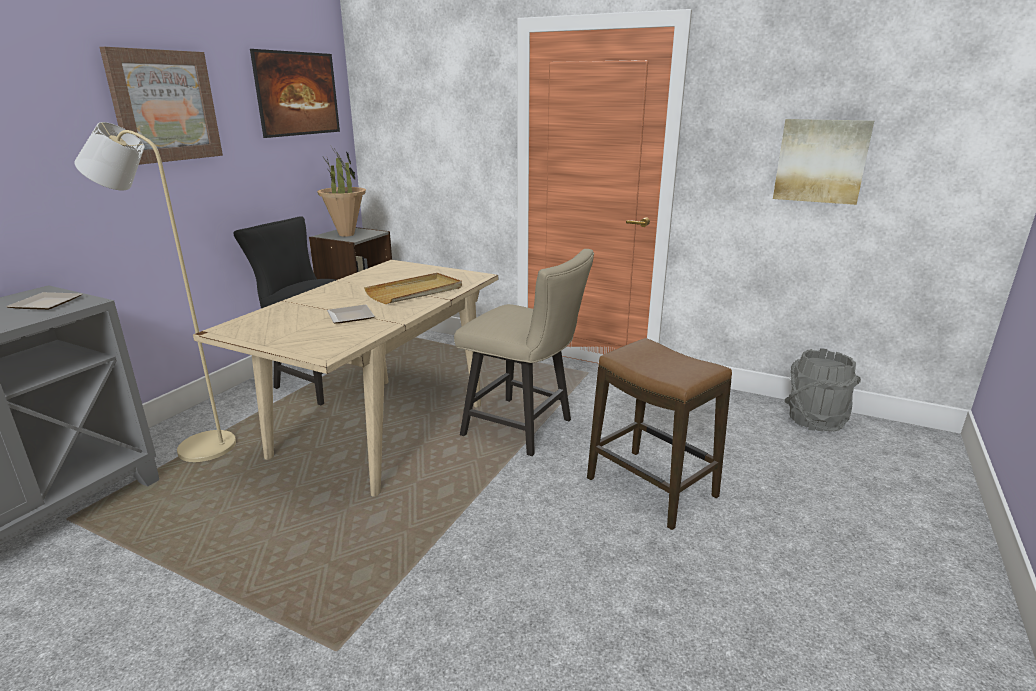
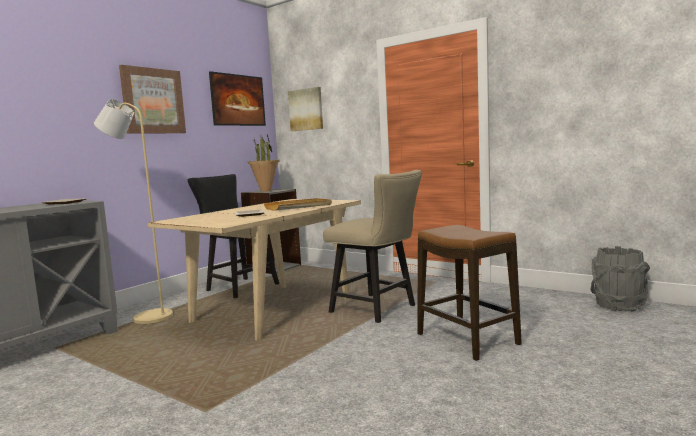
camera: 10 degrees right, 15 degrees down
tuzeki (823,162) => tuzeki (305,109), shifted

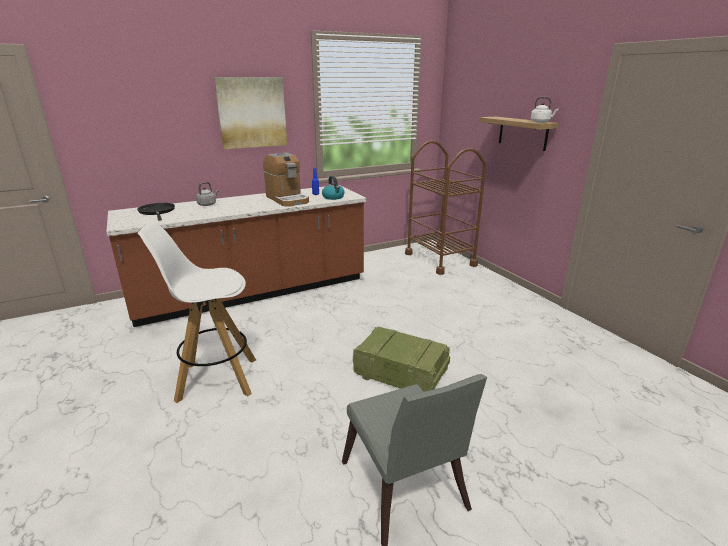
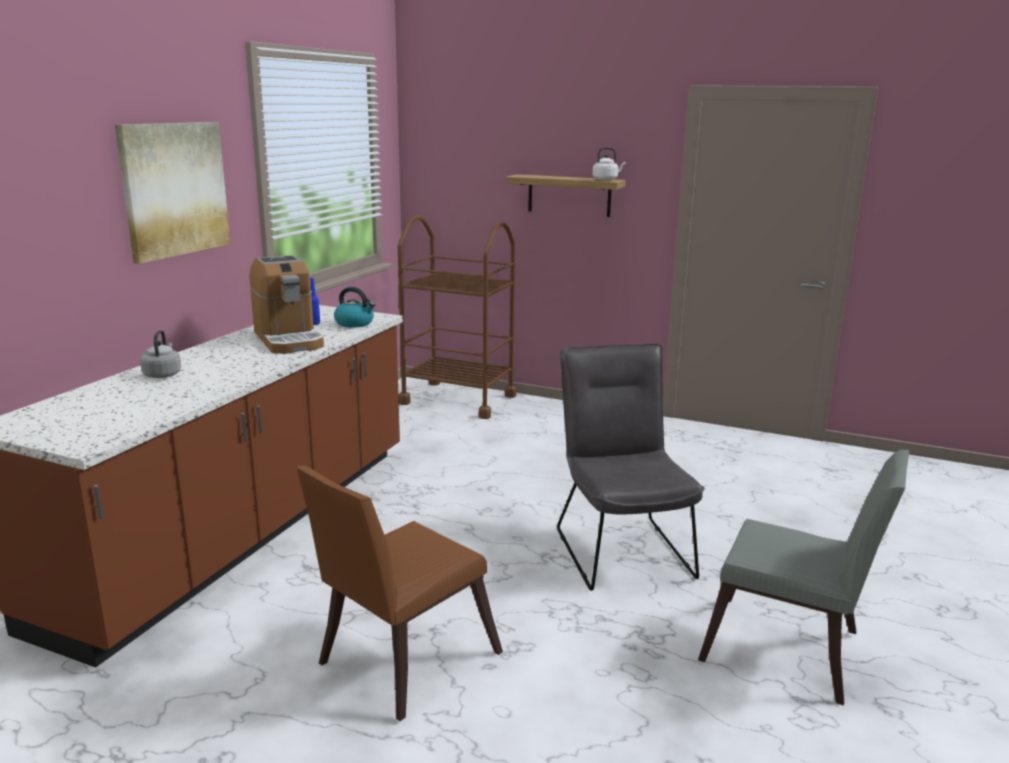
camera: 40 degrees left, 5 degrees down
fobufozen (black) (156,211) => nothing
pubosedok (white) (196,312) => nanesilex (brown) (399,593)
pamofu (286,179) => pamofu (286,304), 45 degrees clockwise
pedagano (401,359) => nanesilex (grey) (631,467)

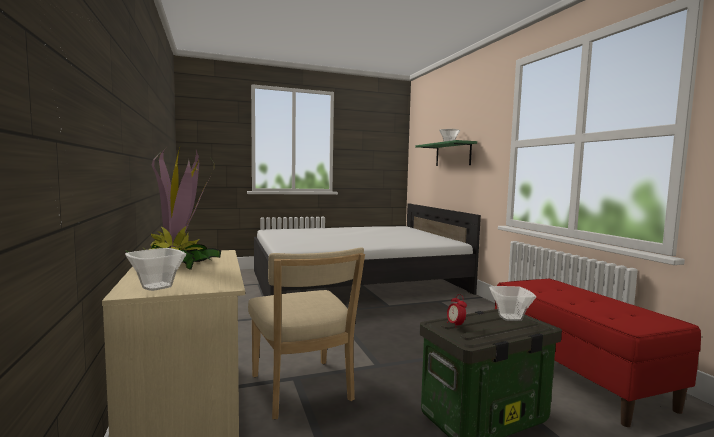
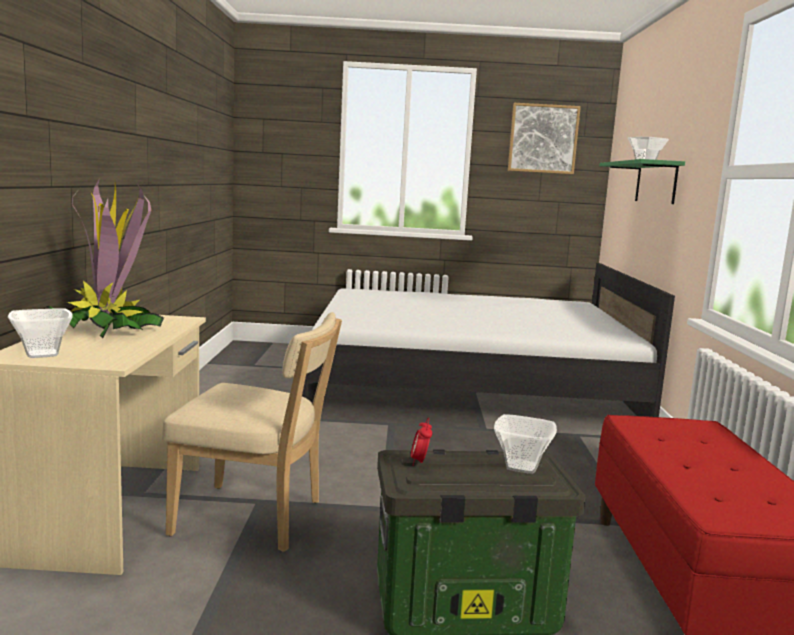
camera: 20 degrees right, 5 degrees up
nanesilex (beige) (306,333) => nanesilex (beige) (252,432), 75 degrees counterclockwise
nothing => tuzeki (544,138)

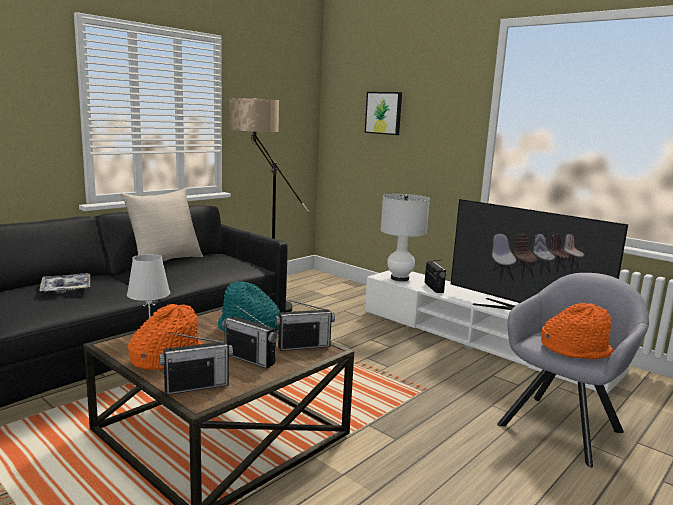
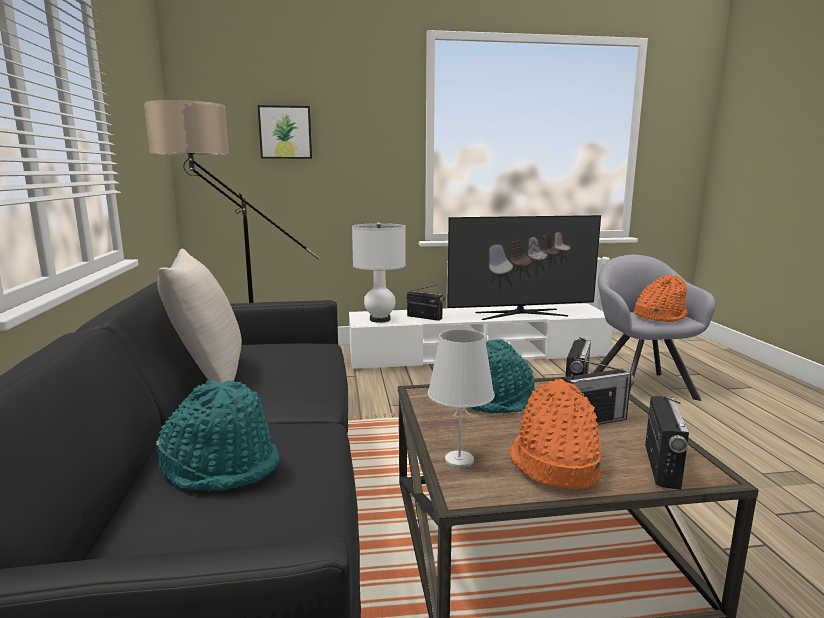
camera: 50 degrees left, 0 degrees up
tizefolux (64,283) => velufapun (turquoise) (218,435)

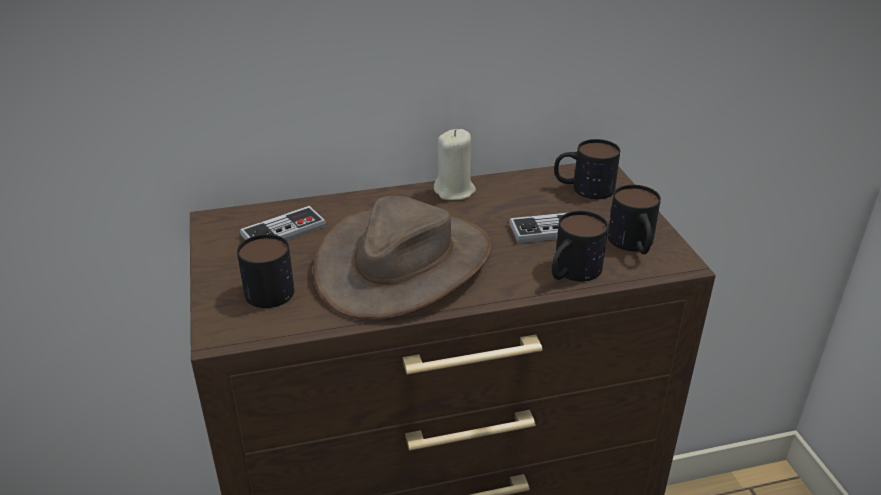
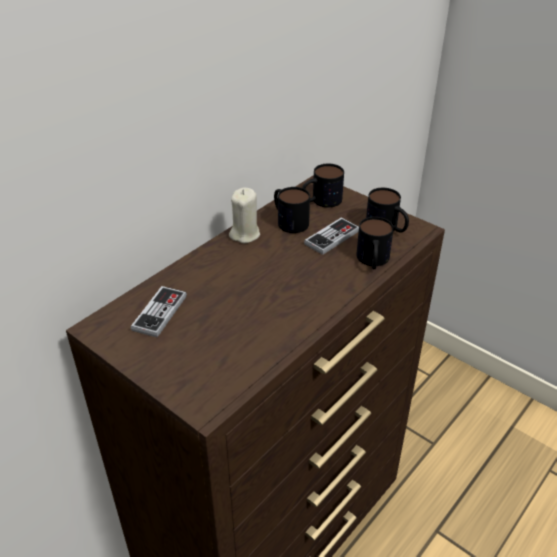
camera: 35 degrees left, 5 degrees up
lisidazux (265,270) => lisidazux (292,210), shifted
velufapun (brown) (402,258) => nothing

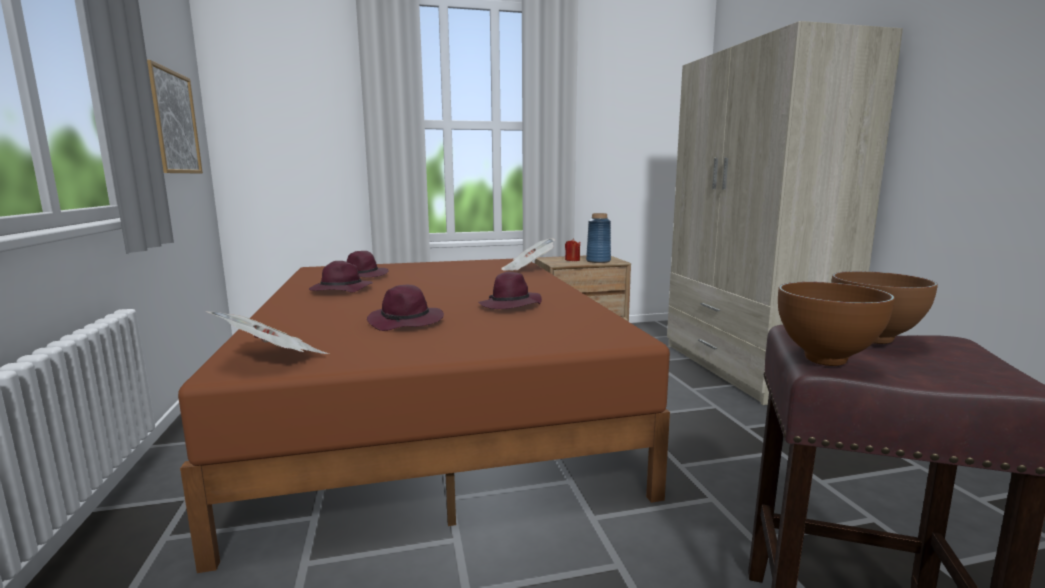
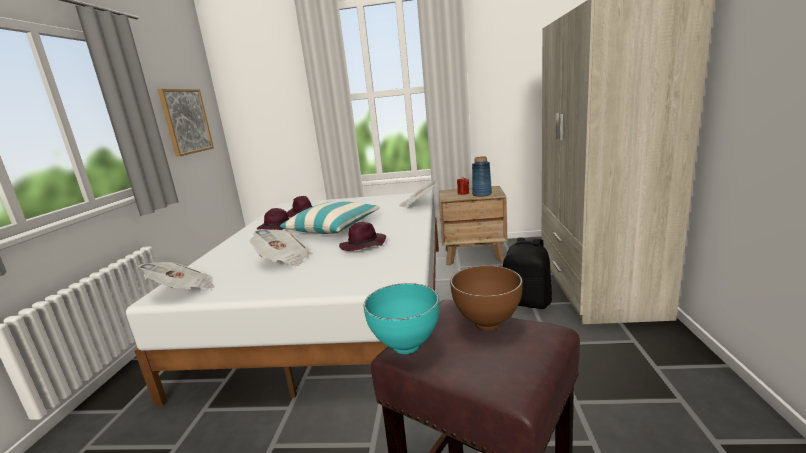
camera: 20 degrees right, 5 degrees up
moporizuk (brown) (424,416) => moporizuk (white) (282,299)
velufapun (purple) (405,308) => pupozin (280,247)
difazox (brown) (836,324) => difazox (turquoise) (401,318)
nothing => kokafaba (330,217)
nothing => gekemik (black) (527,273)

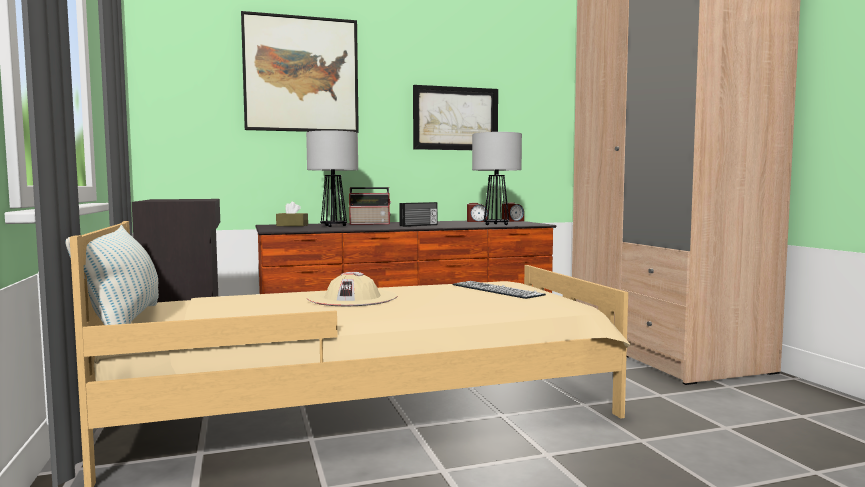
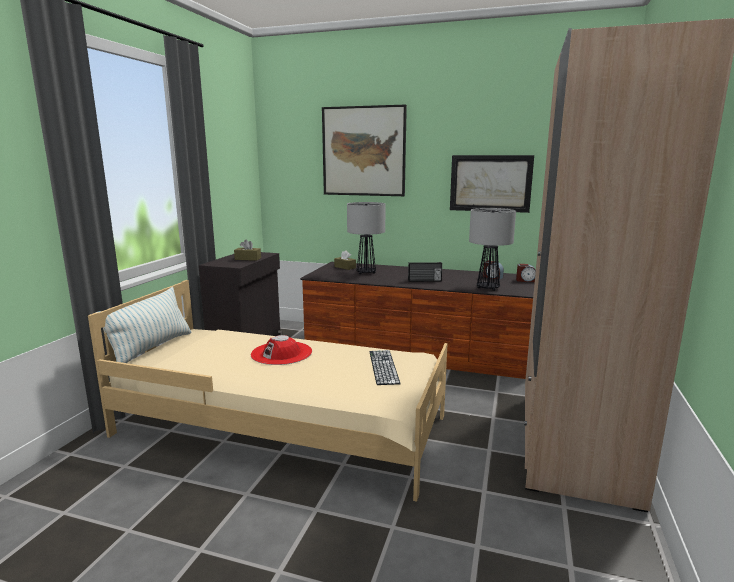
camera: 35 degrees right, 10 degrees up
velufapun (beige) (352,289) => velufapun (red) (281,350)
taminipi (370,206) => nothing
nothing => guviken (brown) (247,250)

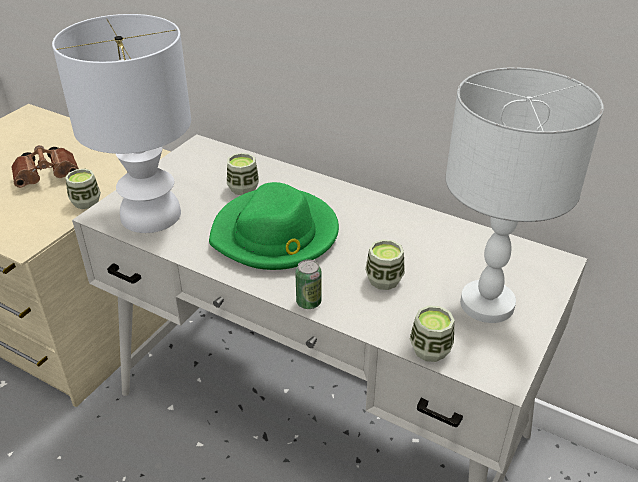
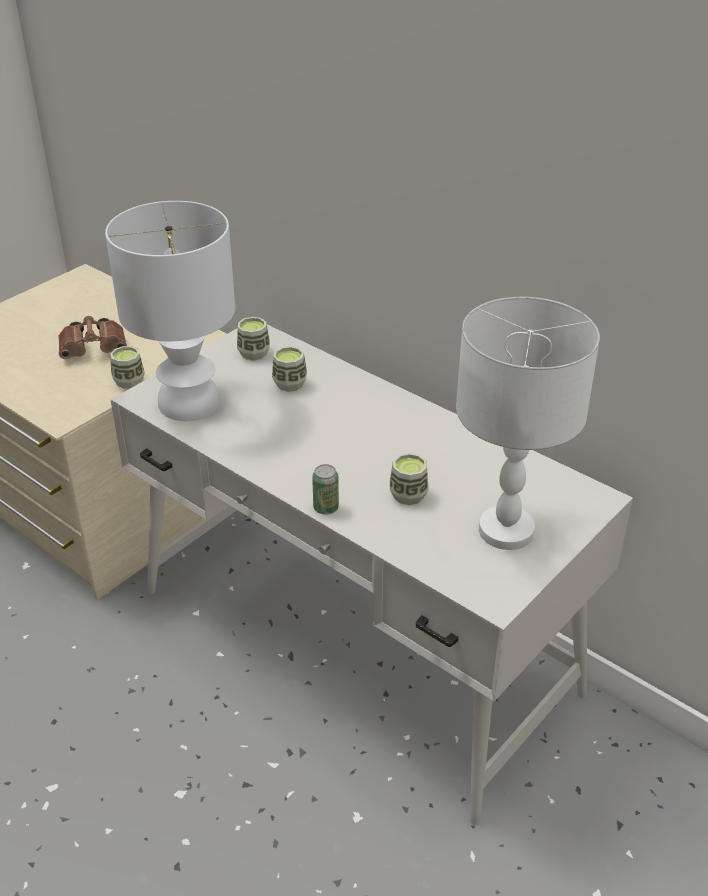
camera: 10 degrees right, 0 degrees up
velufapun (green) (274,226) => nothing
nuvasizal (432,333) => nuvasizal (253,338), shifted

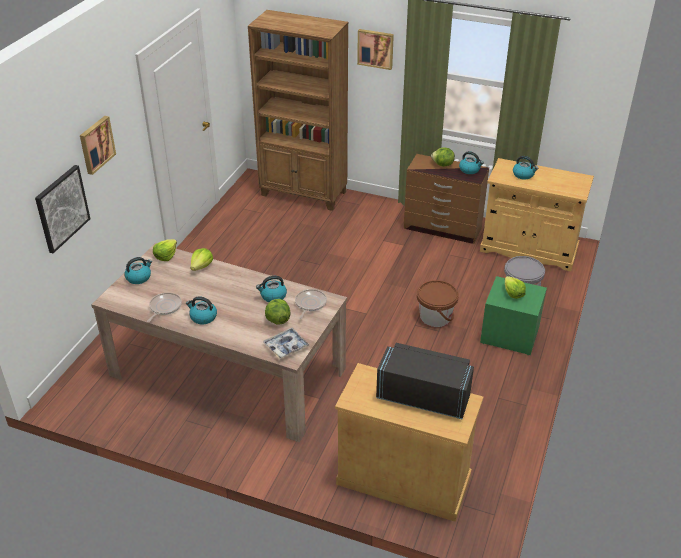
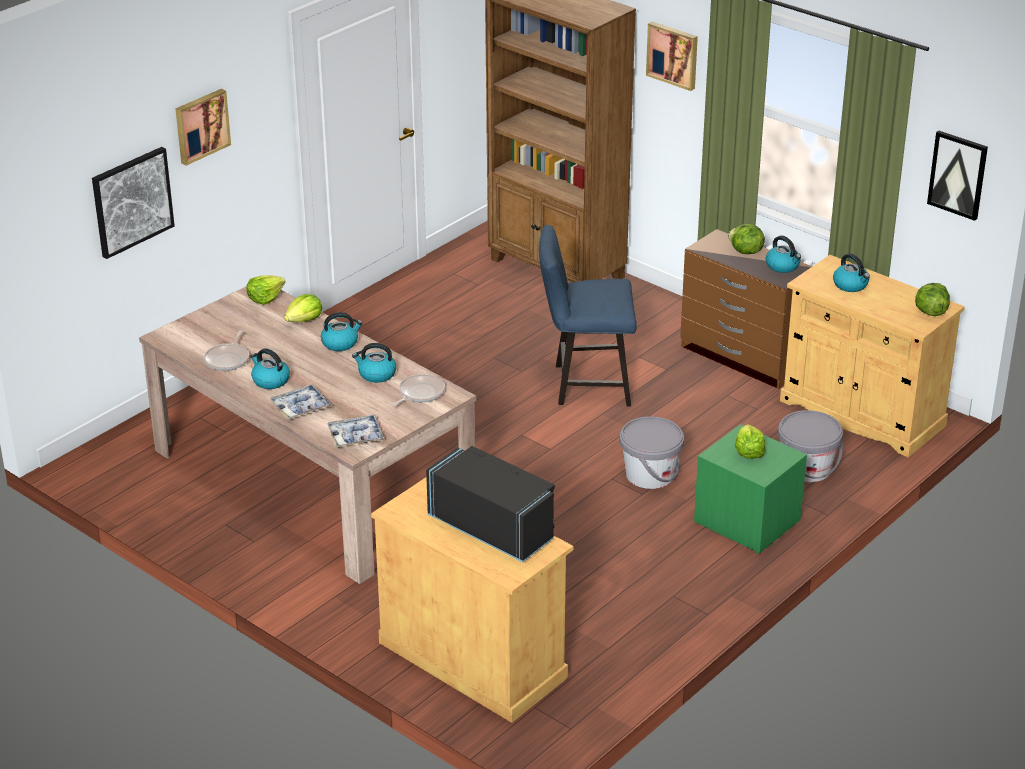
camera: 20 degrees right, 5 degrees down
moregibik (138,270) => moregibik (342,331), shifted
fobufozen (164,307) => fobufozen (226,350), 150 degrees clockwise
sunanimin (278,312) => sunanimin (932,299), shifted
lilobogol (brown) (437,303) => lilobogol (grey) (651,452)
nothing => tizefolux (301,401)
nothing => nanesilex (blue) (588,315)
nothing => tuzeki (957,176)

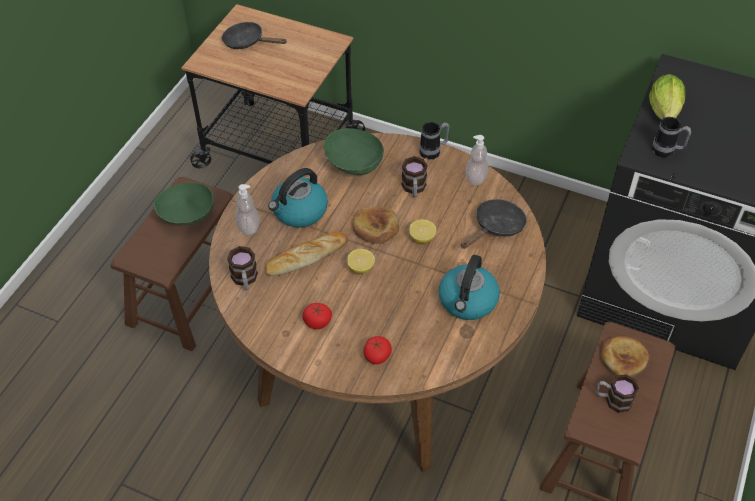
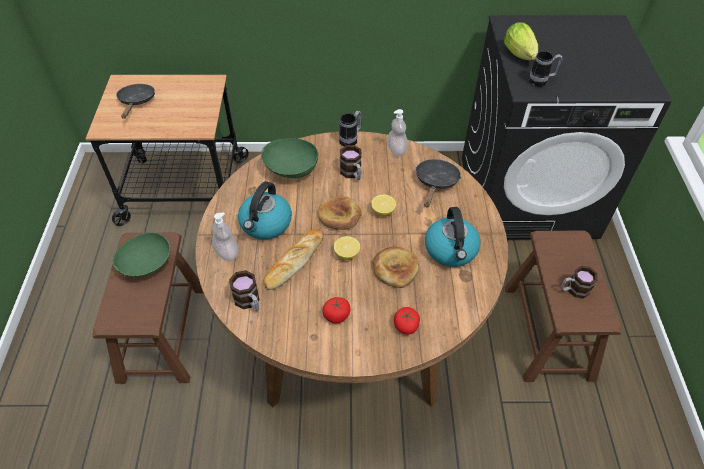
camera: 25 degrees left, 0 degrees up
fobufozen (black) (254,35) => fobufozen (black) (135,101), 90 degrees clockwise
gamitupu (624,356) => gamitupu (396,267), shifted

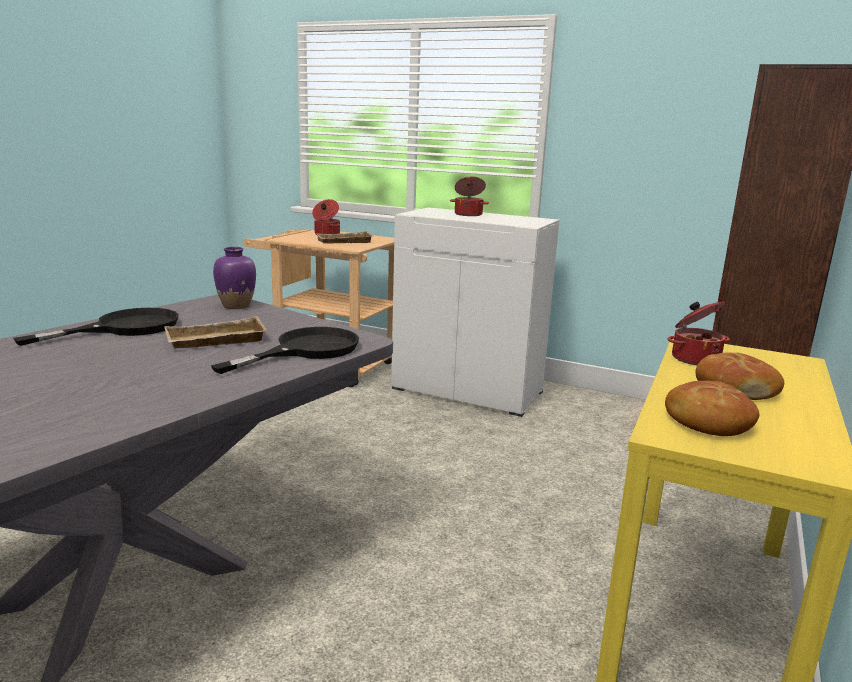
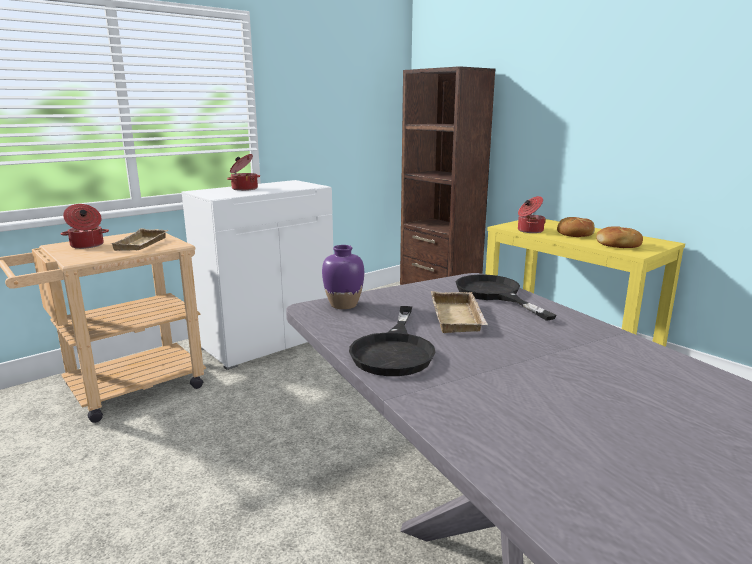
camera: 65 degrees left, 0 degrees up
fobufozen (black) (96,327) => fobufozen (black) (392,341), 150 degrees counterclockwise

